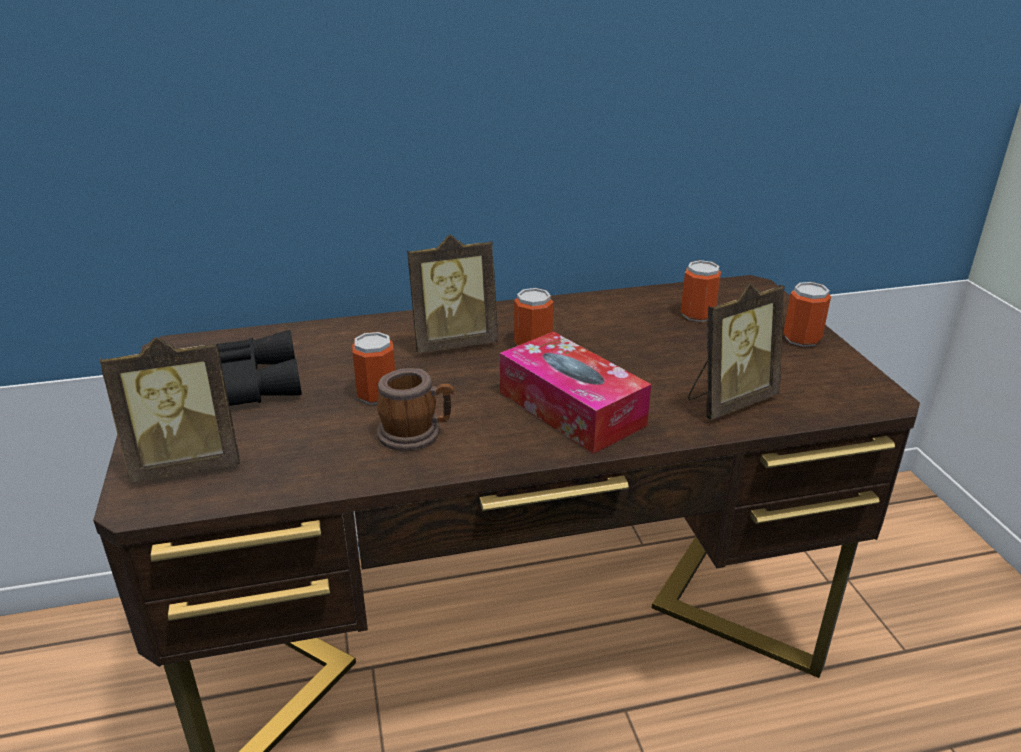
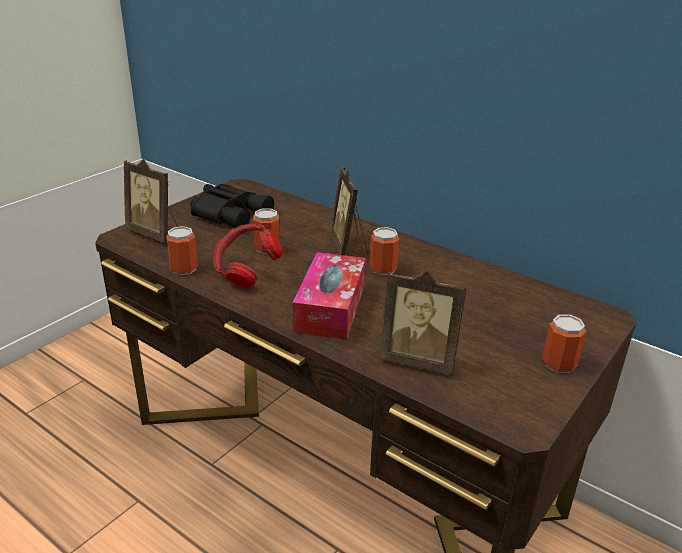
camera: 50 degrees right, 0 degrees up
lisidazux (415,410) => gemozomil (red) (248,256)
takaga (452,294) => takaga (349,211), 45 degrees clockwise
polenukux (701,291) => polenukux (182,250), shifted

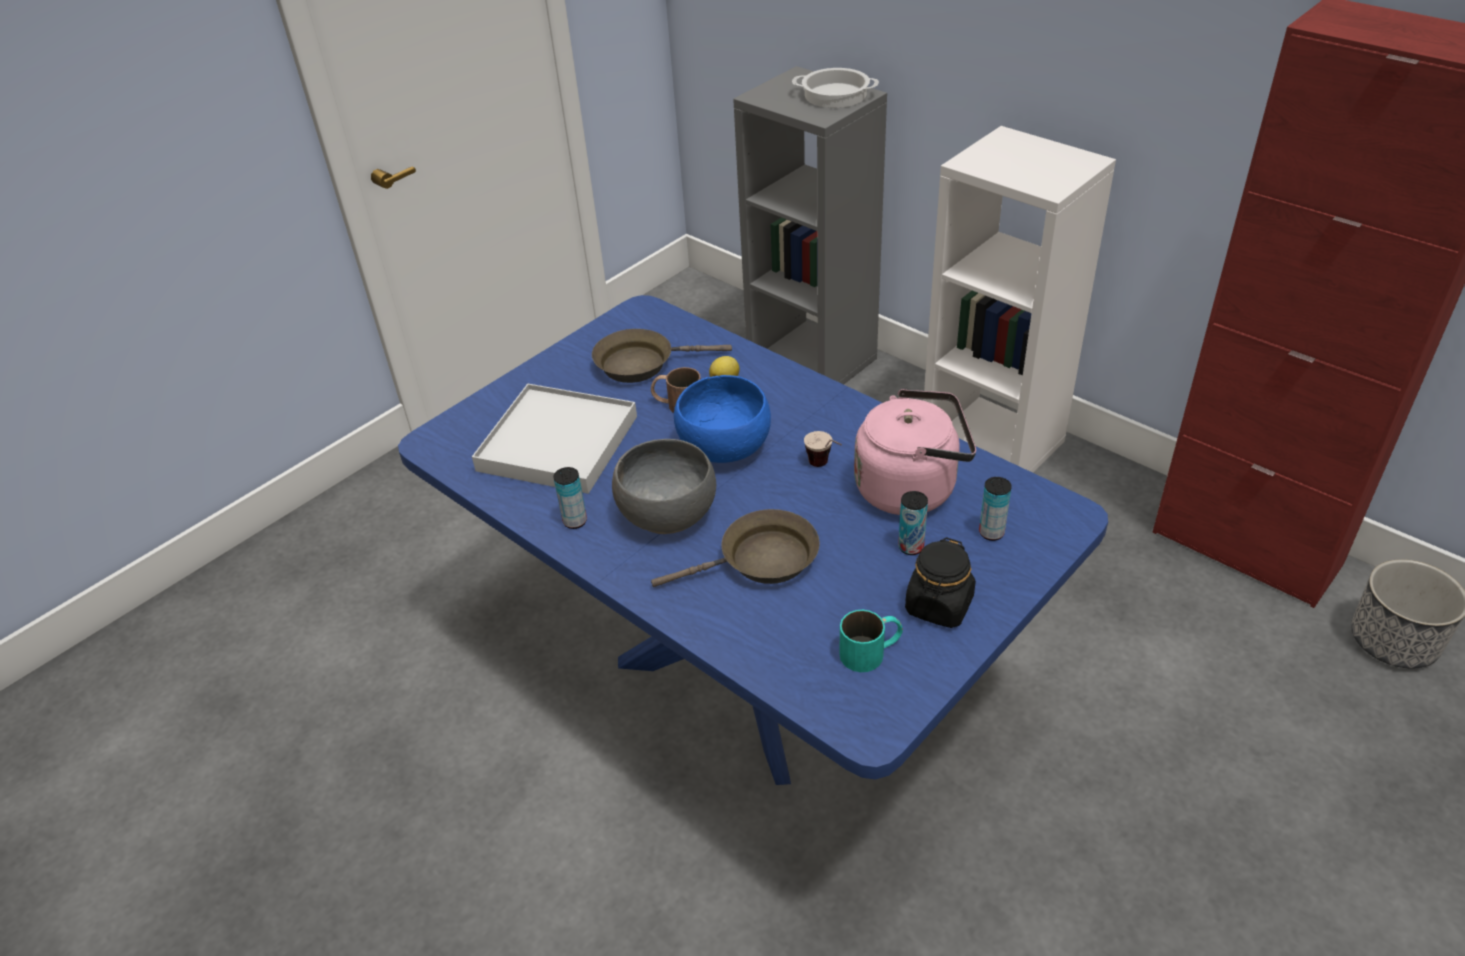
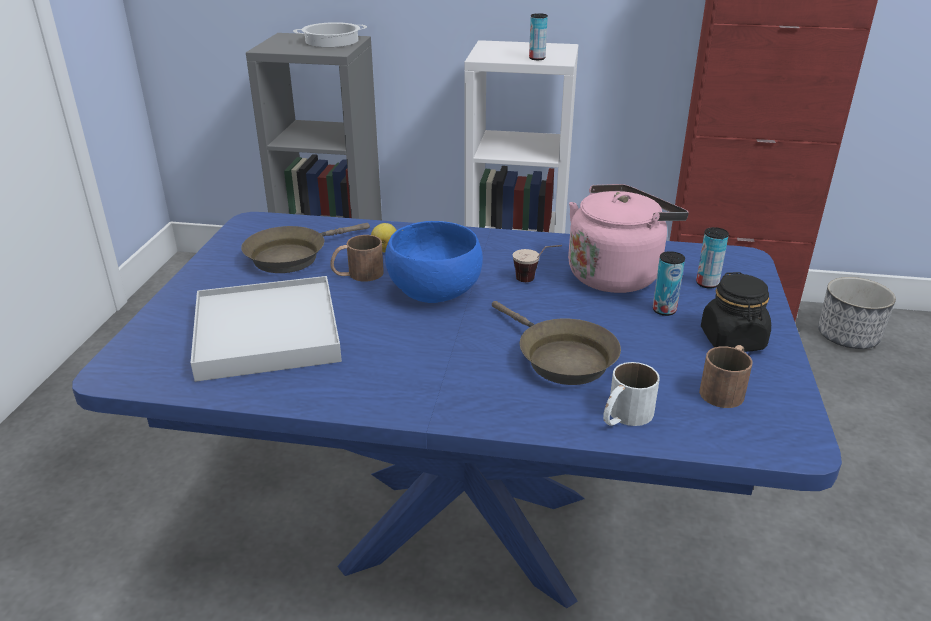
camera: 35 degrees left, 10 degrees down
polenukux (570,498) => polenukux (538,36), shifted
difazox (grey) (664,486) => nothing
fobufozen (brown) (735,548) => fobufozen (brown) (556,343), 105 degrees clockwise
lisidazux (turquoise) (871,641) => lisidazux (brown) (725,376)
nothing => lisidazux (white) (631,394)

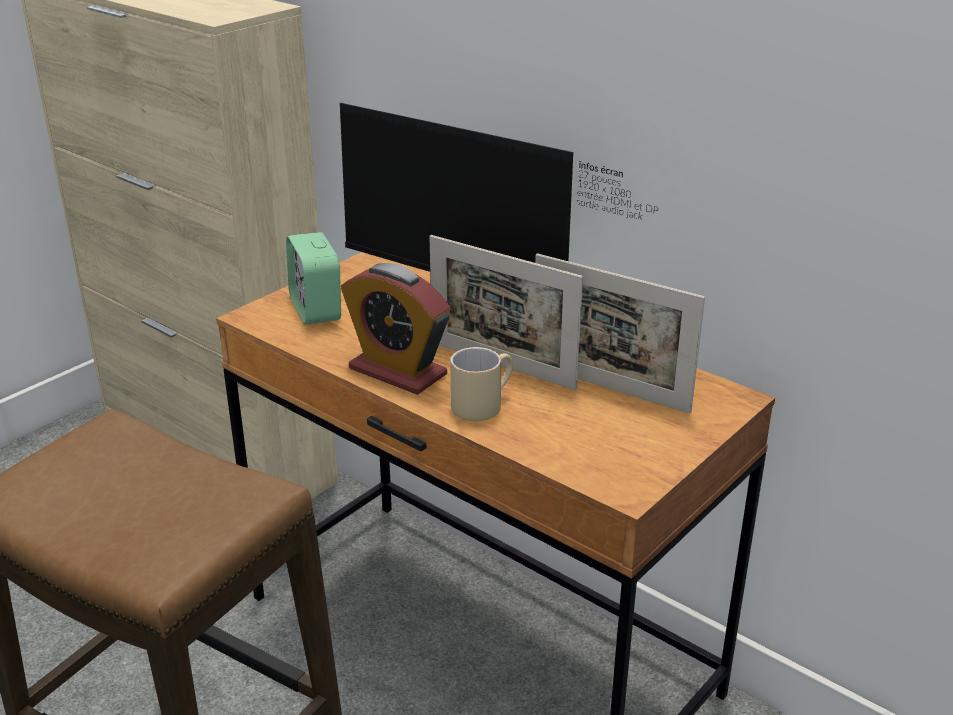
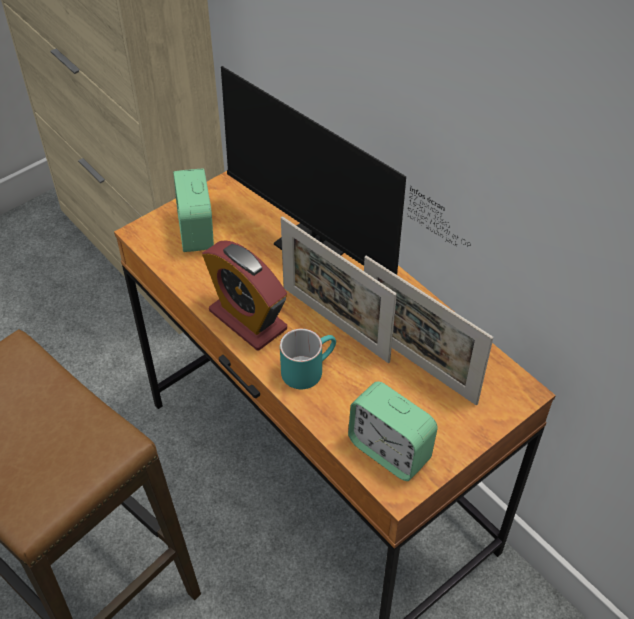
camera: 10 degrees right, 20 degrees up
lisidazux (beige) (481,384) => lisidazux (turquoise) (308,358)
nothing => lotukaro (393,431)

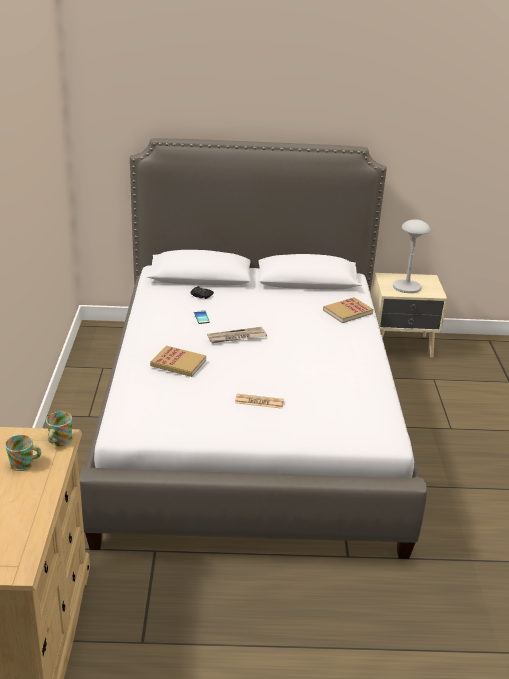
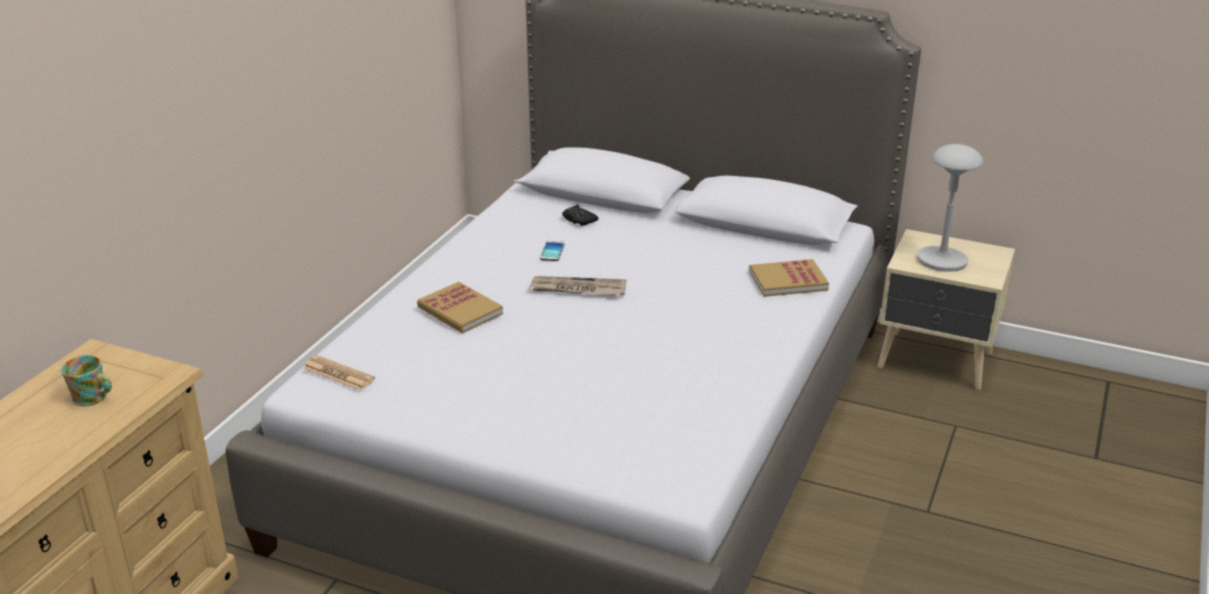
camera: 25 degrees right, 0 degrees up
lisidazux (59,429) => nothing
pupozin (259,401) => pupozin (339,372), shifted

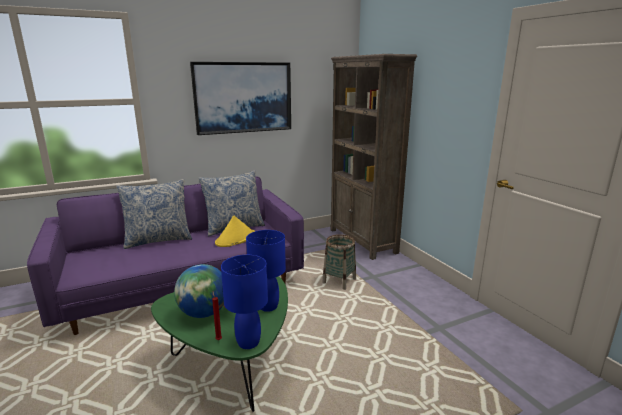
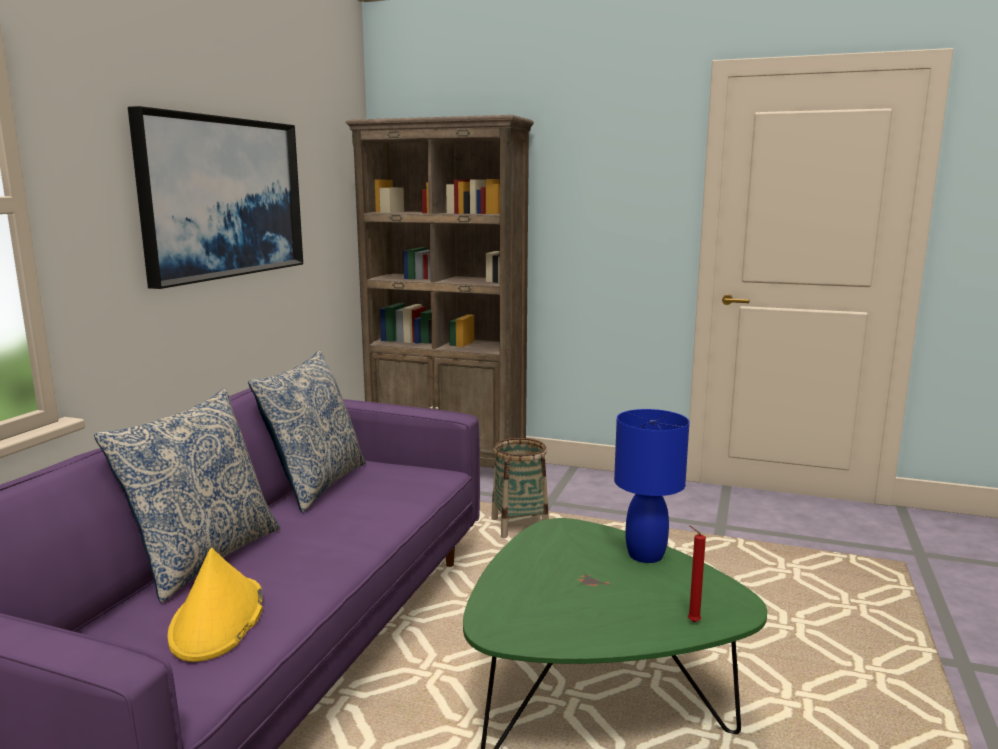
camera: 45 degrees left, 5 degrees down
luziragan (199,291) => nothing
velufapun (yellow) (235,231) => velufapun (yellow) (215,605), shifted
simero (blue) (244,302) => nothing

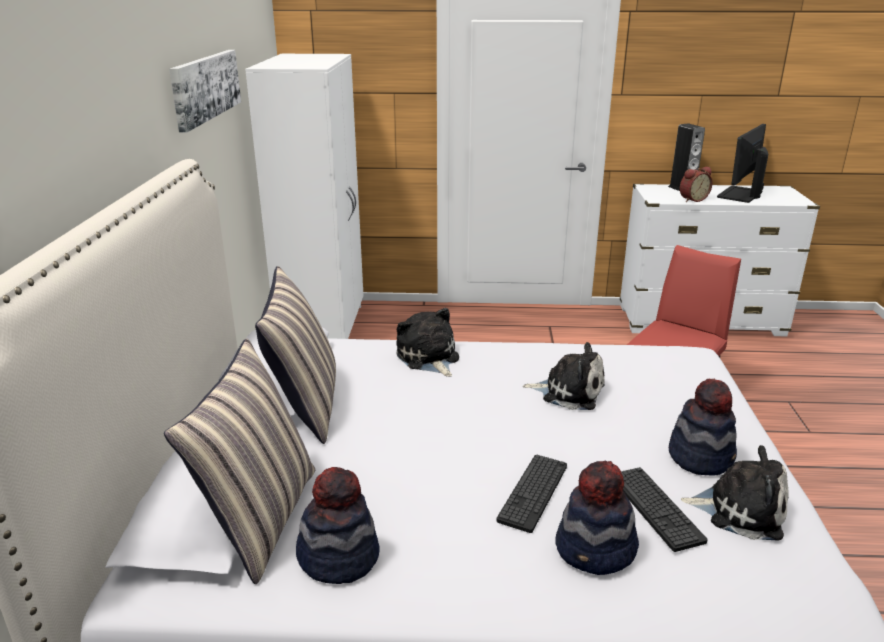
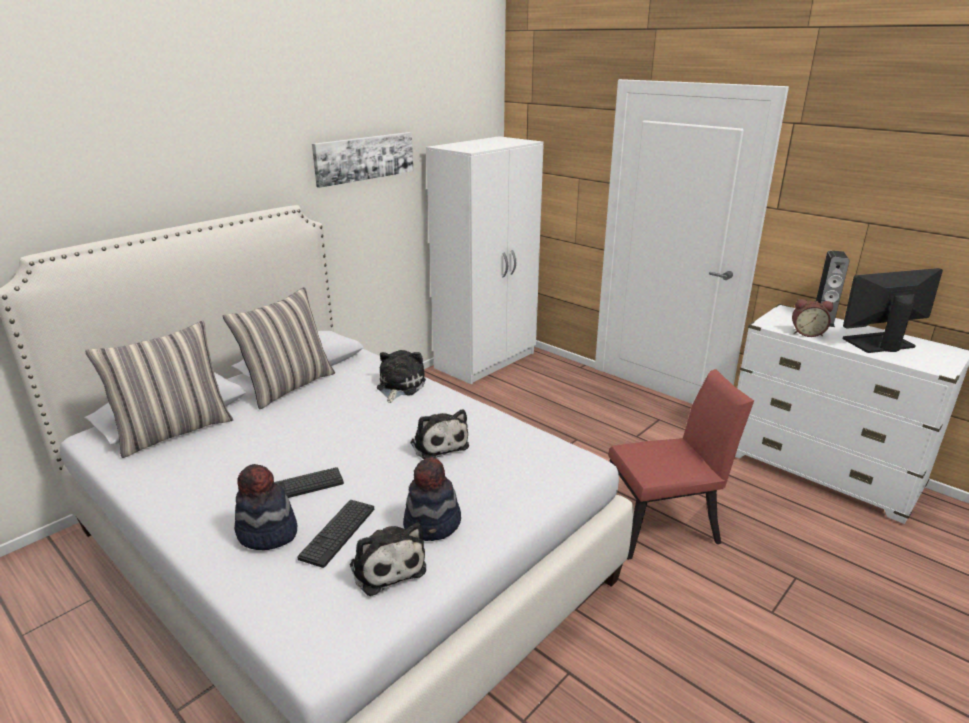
camera: 40 degrees right, 0 degrees up
velufapun (338,525) => nothing

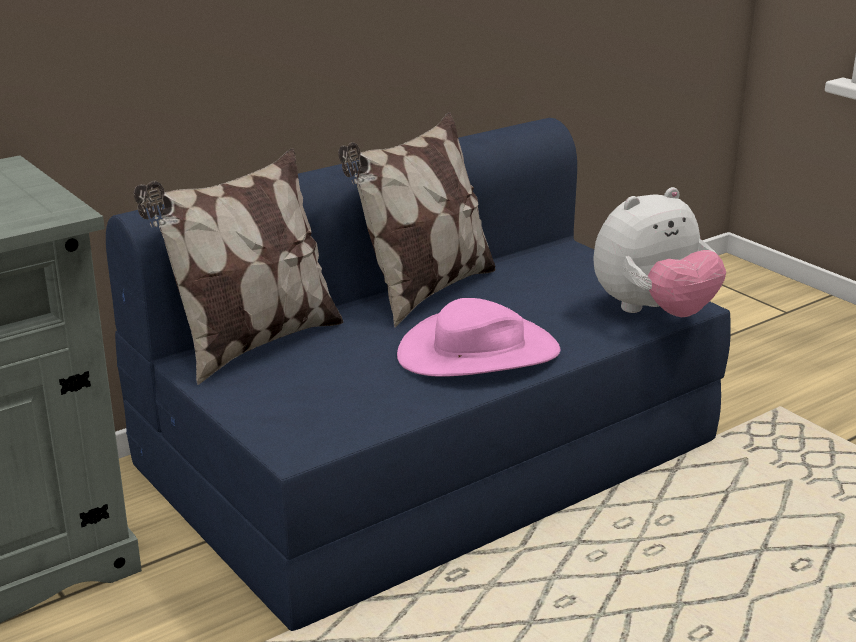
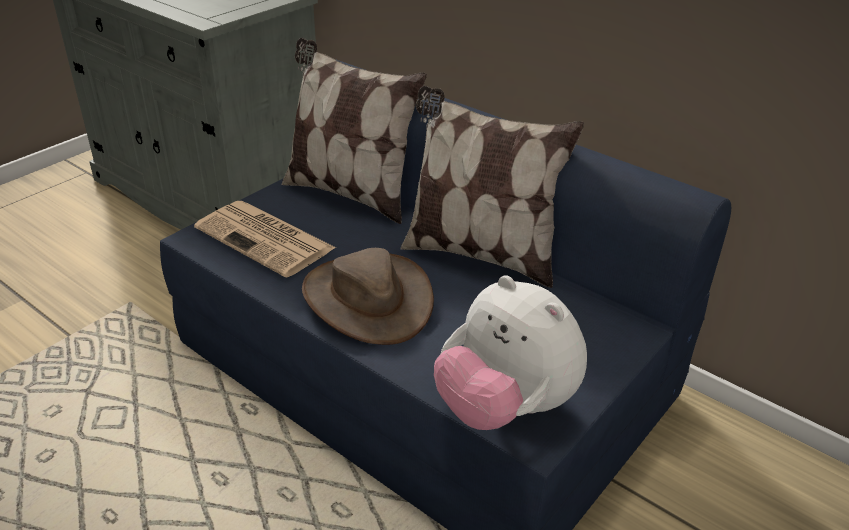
camera: 75 degrees right, 10 degrees up
velufapun (pink) (478,337) => velufapun (brown) (368,296)
nothing => pupozin (265,239)

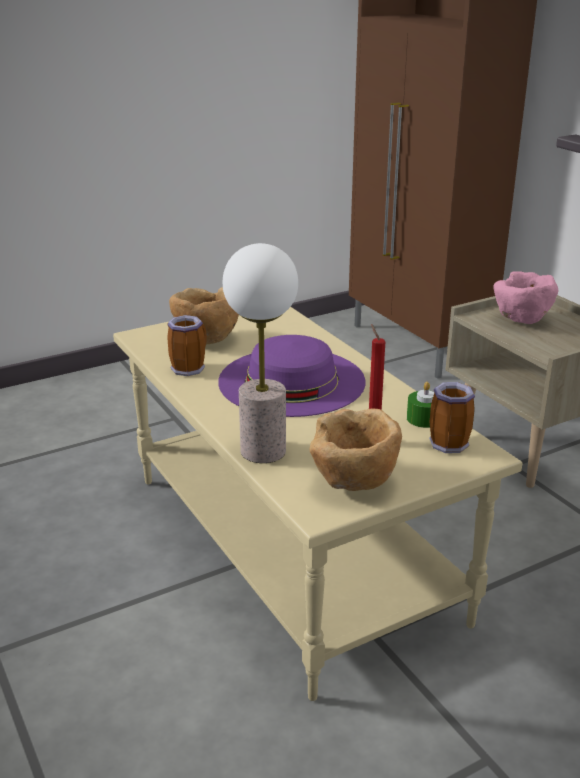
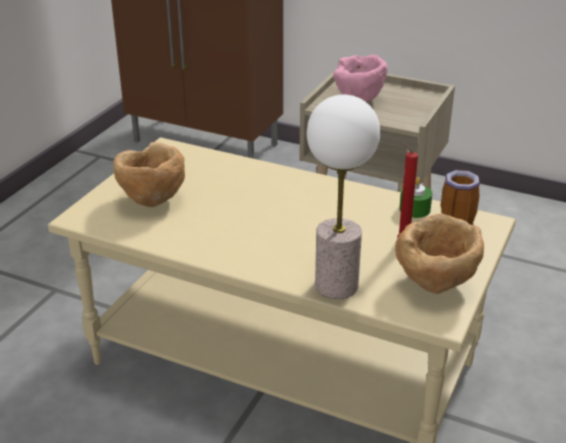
camera: 35 degrees left, 5 degrees up
lisidazux (187,345) => nothing
velufapun (purple) (291,376) => nothing

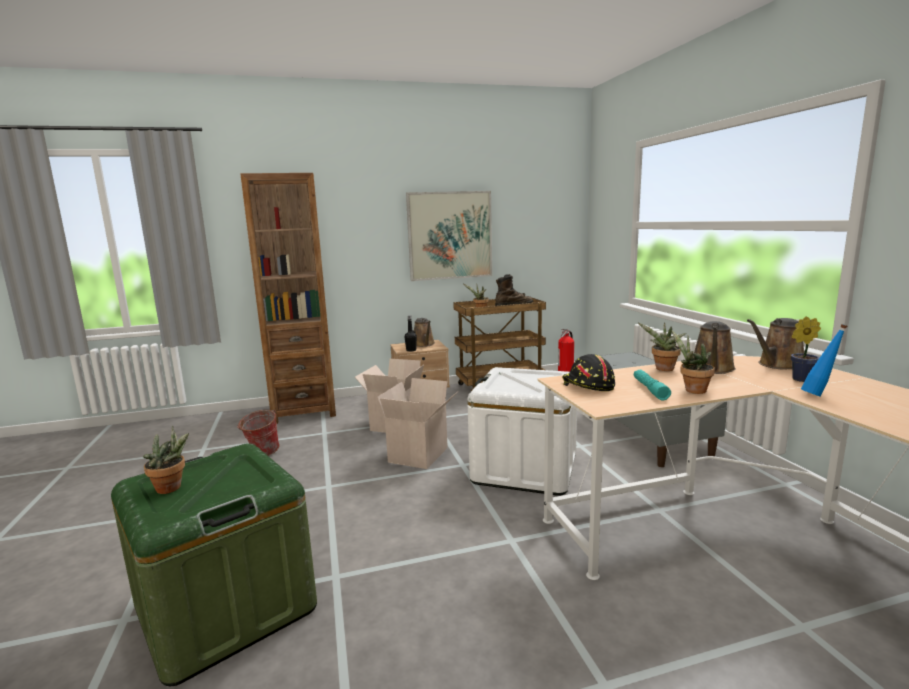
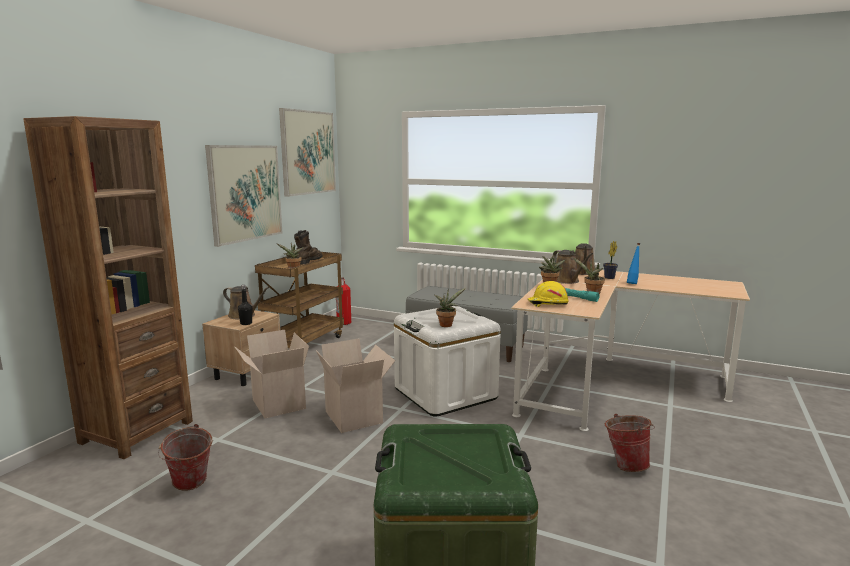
camera: 50 degrees left, 0 degrees up
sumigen (166,459) => sumigen (450,307), shifted
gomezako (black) (588,372) => gomezako (yellow) (548,294)
nothing => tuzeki (307,152)
nothing => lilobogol (630,443)

